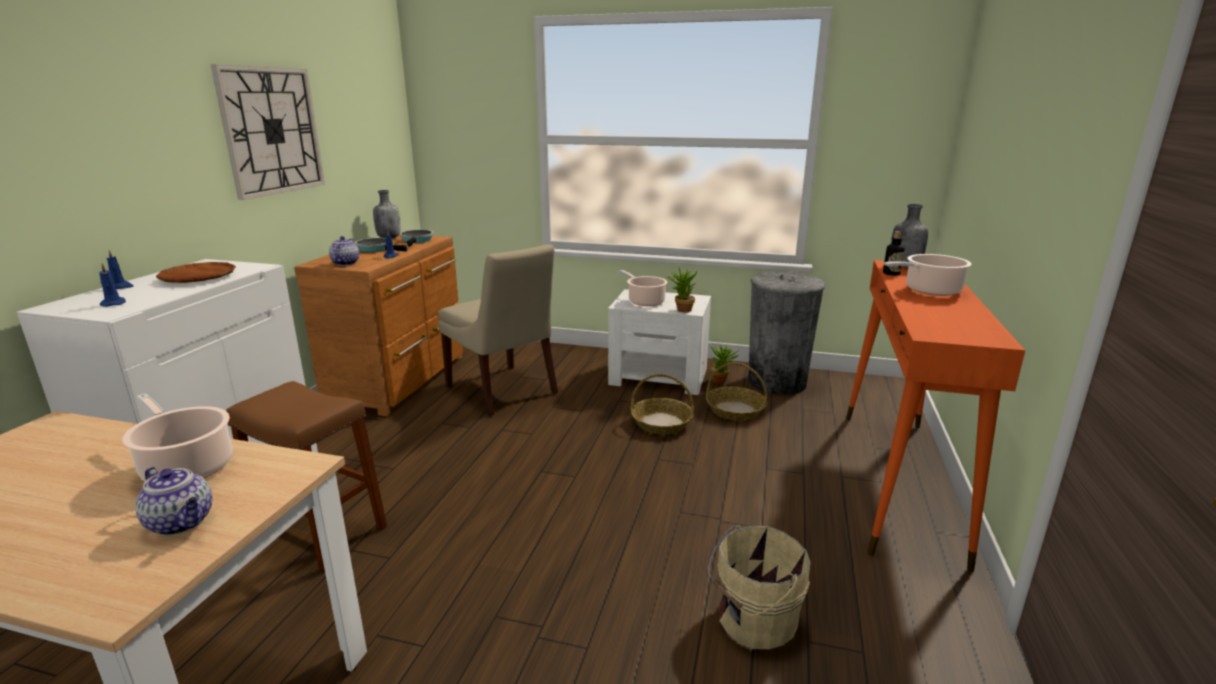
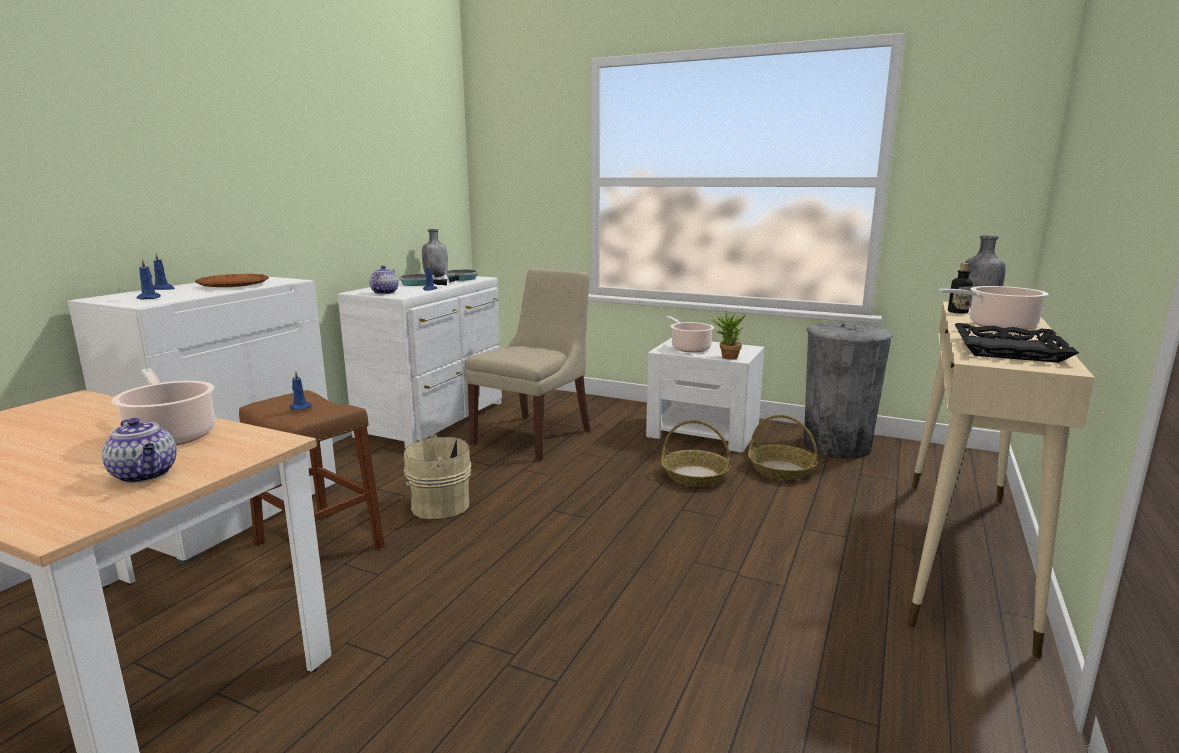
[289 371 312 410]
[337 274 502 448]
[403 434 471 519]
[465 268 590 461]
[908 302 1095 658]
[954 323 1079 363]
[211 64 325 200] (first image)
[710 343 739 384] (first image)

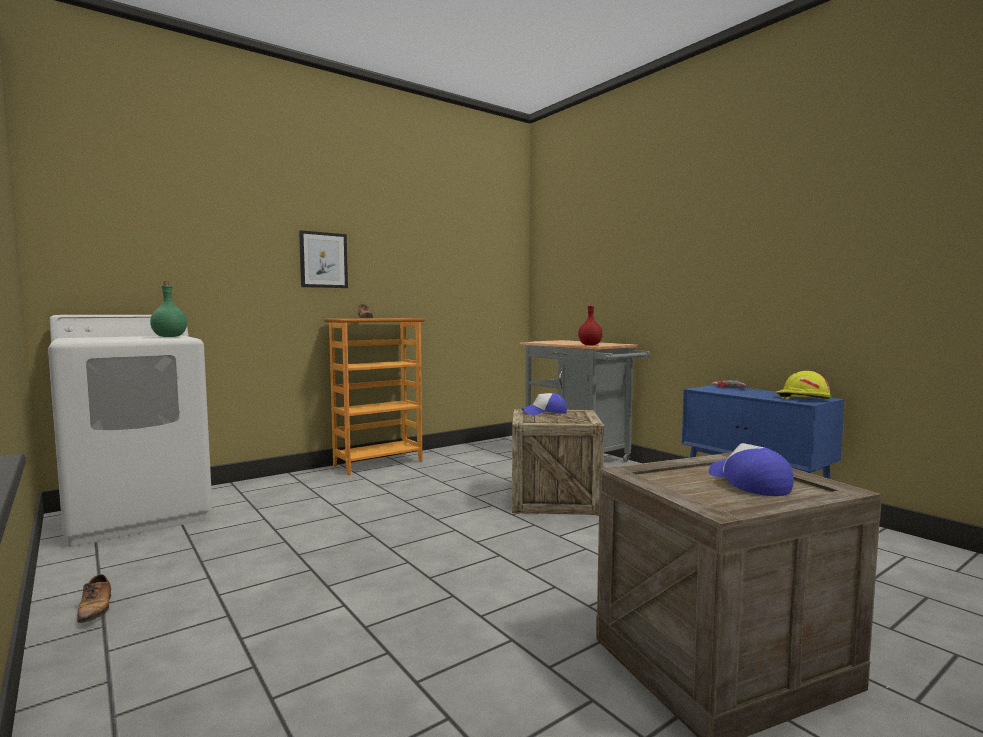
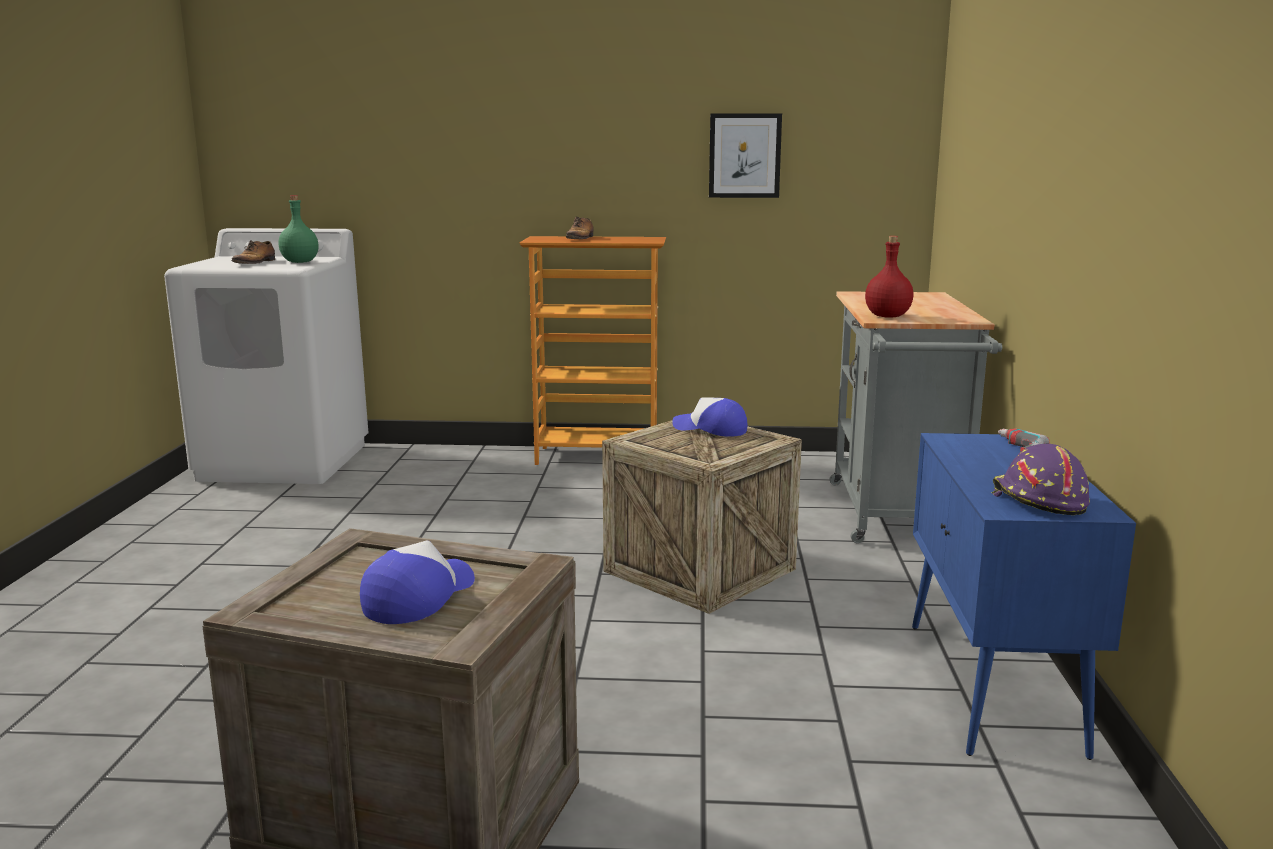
[231 240 275 264]
[709 113 782 198]
[992 444 1090 515]

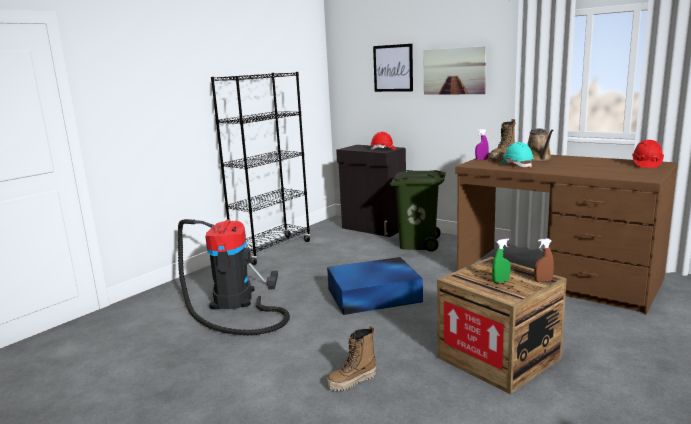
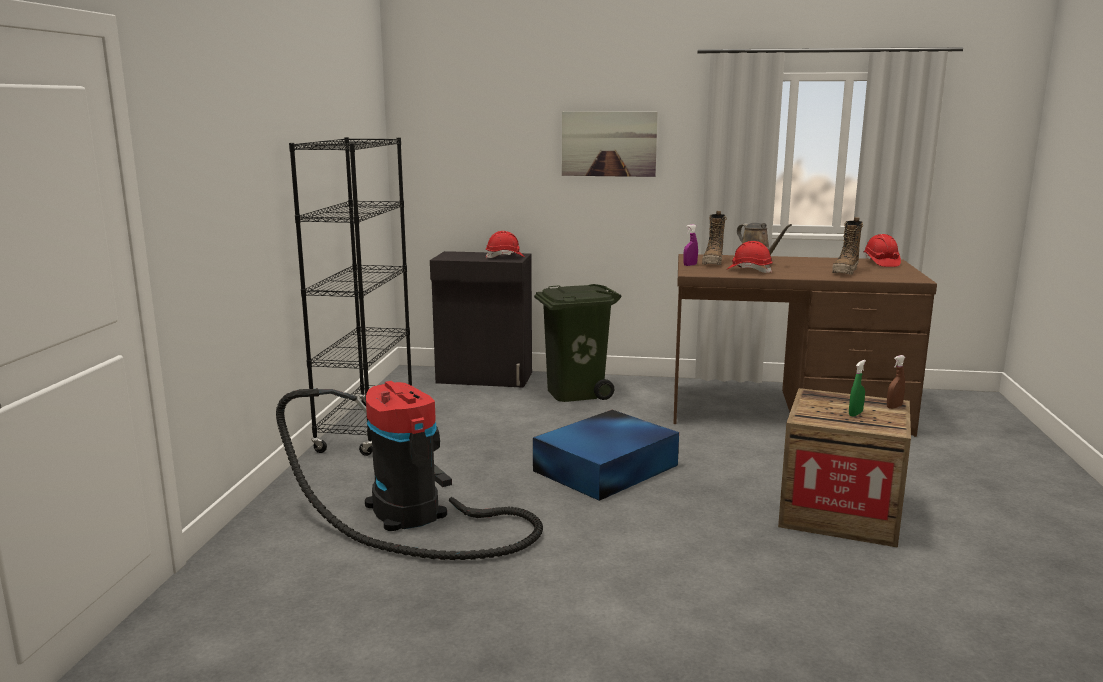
[727 241 773 273]
[832 217 863 275]
[373 44 413 92] (first image)

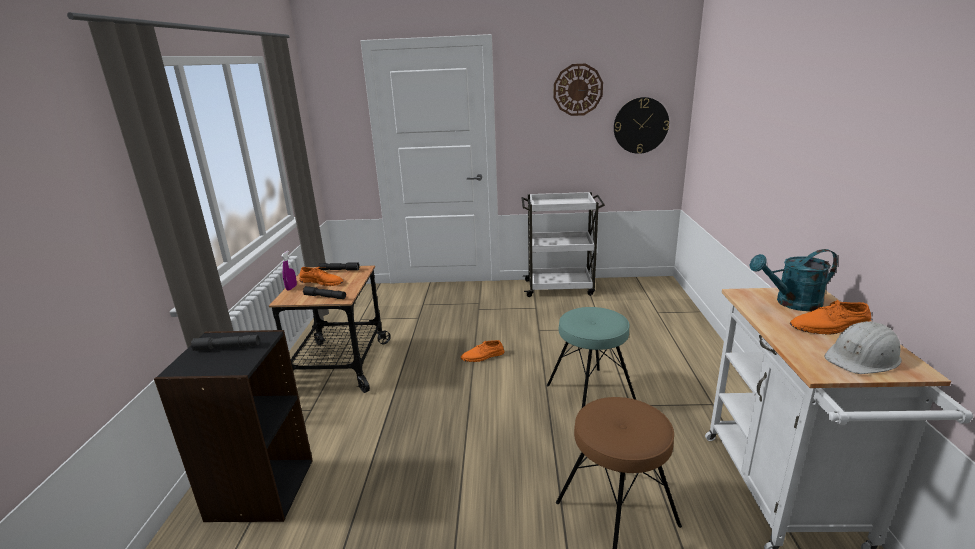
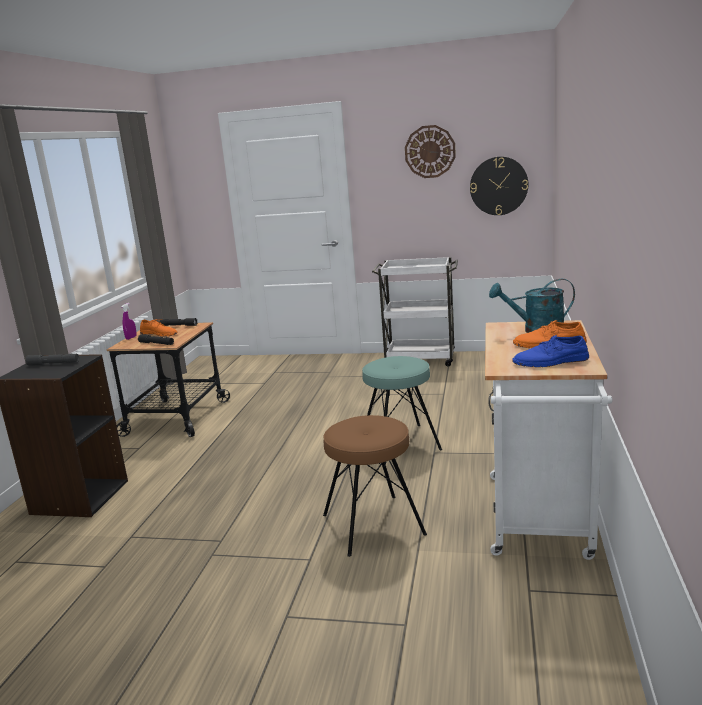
[512 335 589 367]
[461 340 504 362] (first image)

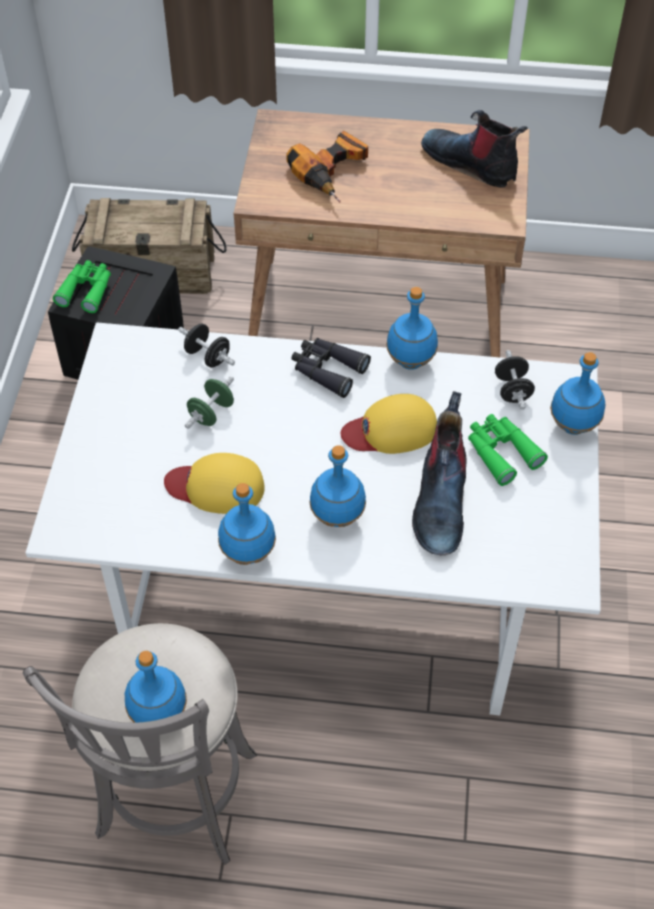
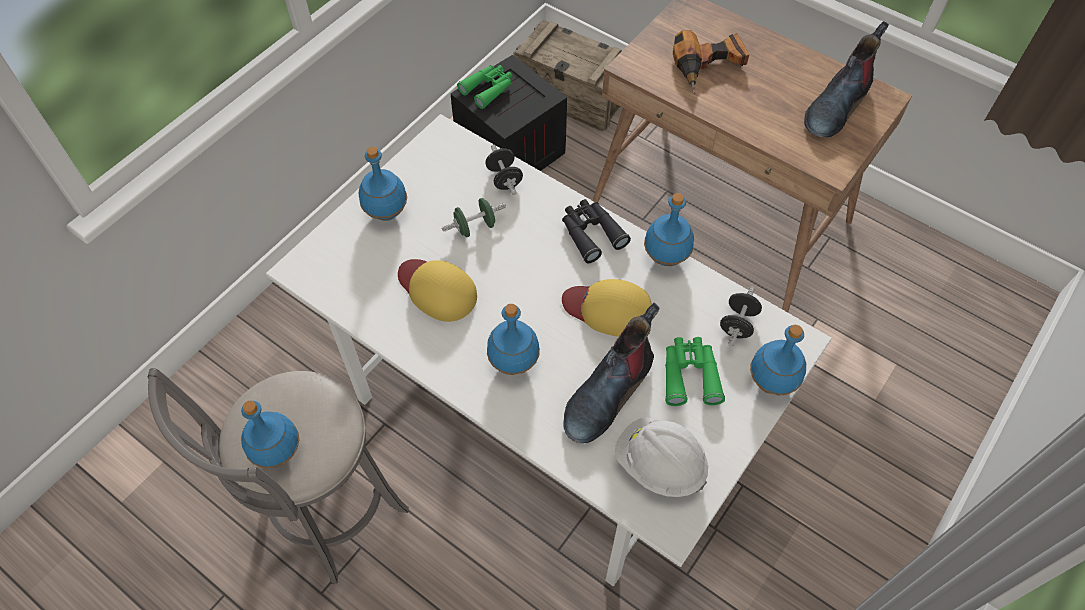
[359 147 407 221]
[615 417 708 497]
[804 21 889 137]

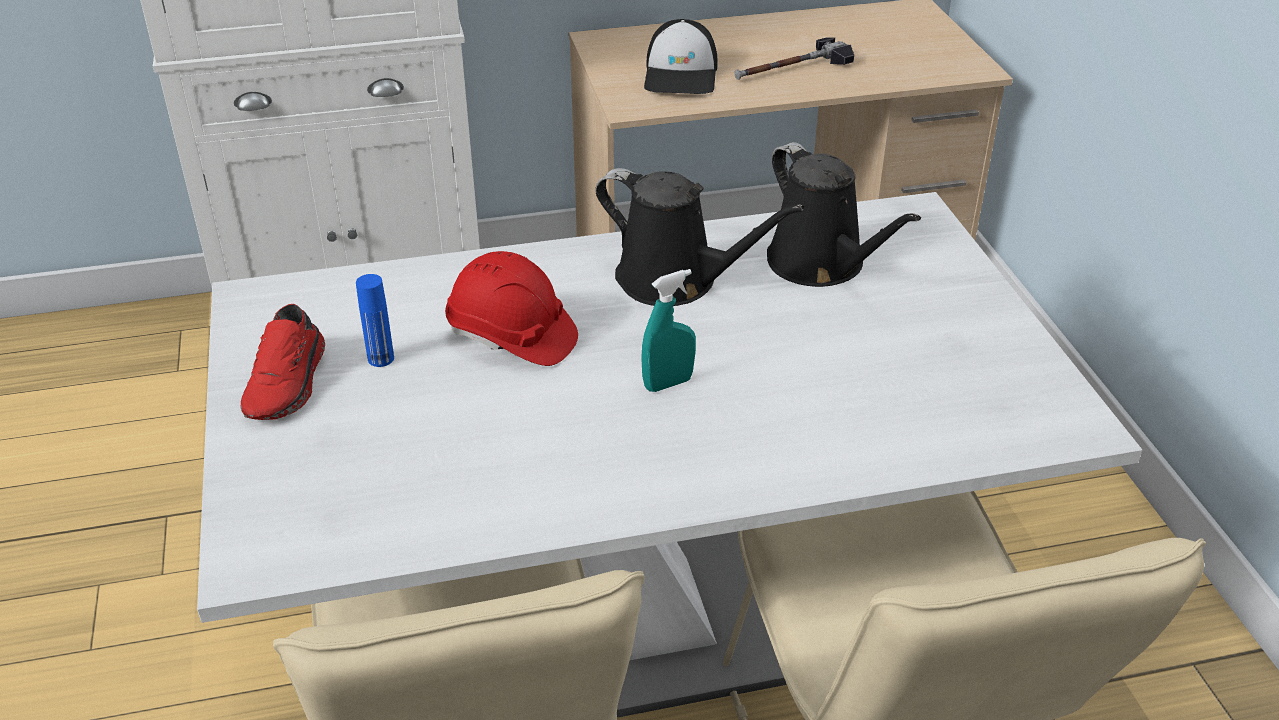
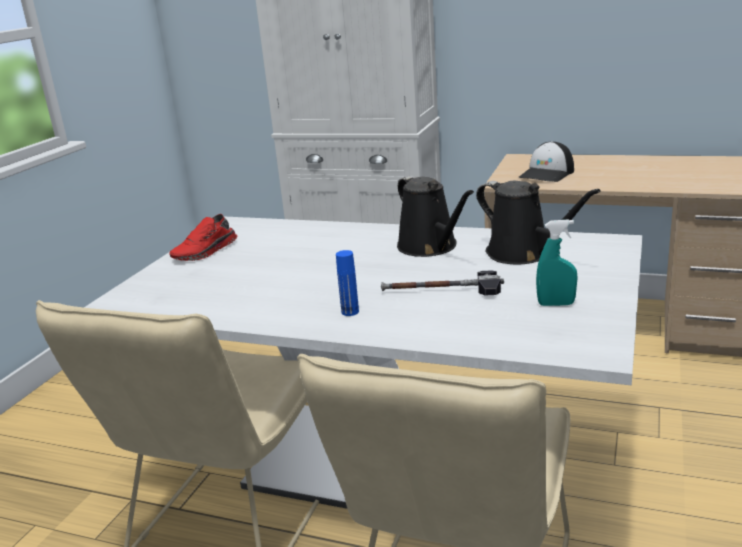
[336 250 359 316]
[381 270 504 296]
[476 181 601 265]
[536 219 578 306]
[445 251 578 366] (first image)

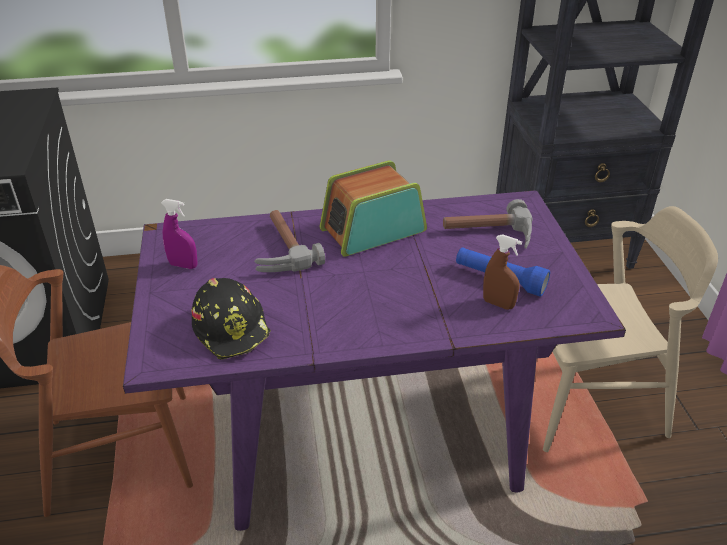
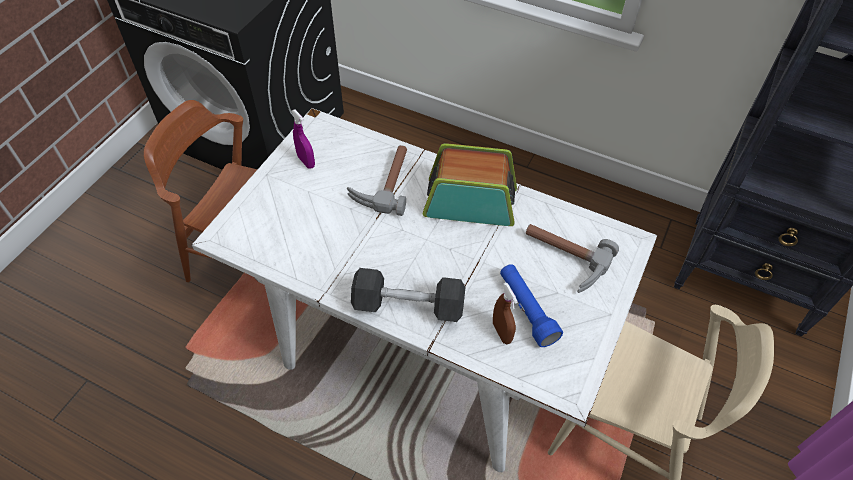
[192 108 658 472]
[351 268 465 322]
[192 278 271 360] (first image)

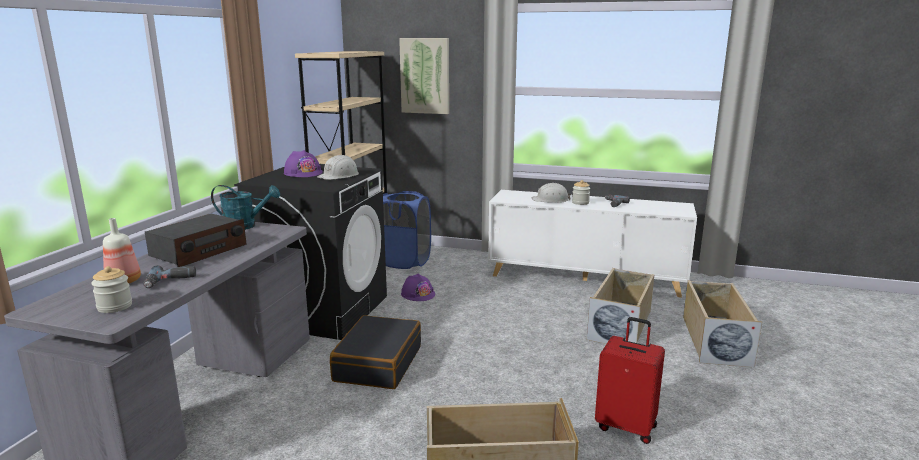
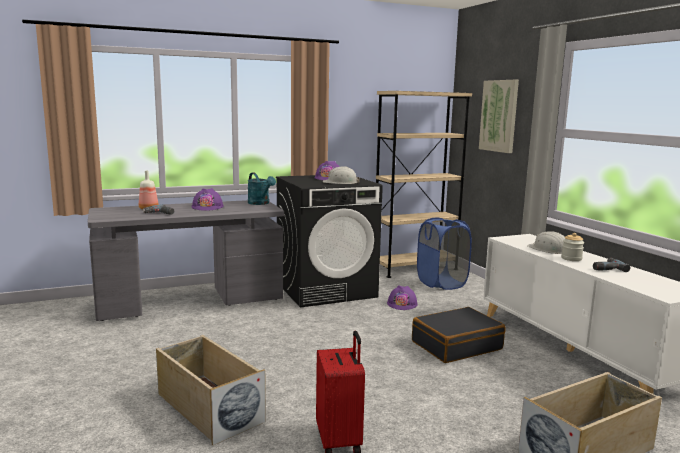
[192 188 224 211]
[412 307 505 363]
[91 266 132 313] (first image)
[587 268 654 344] (first image)

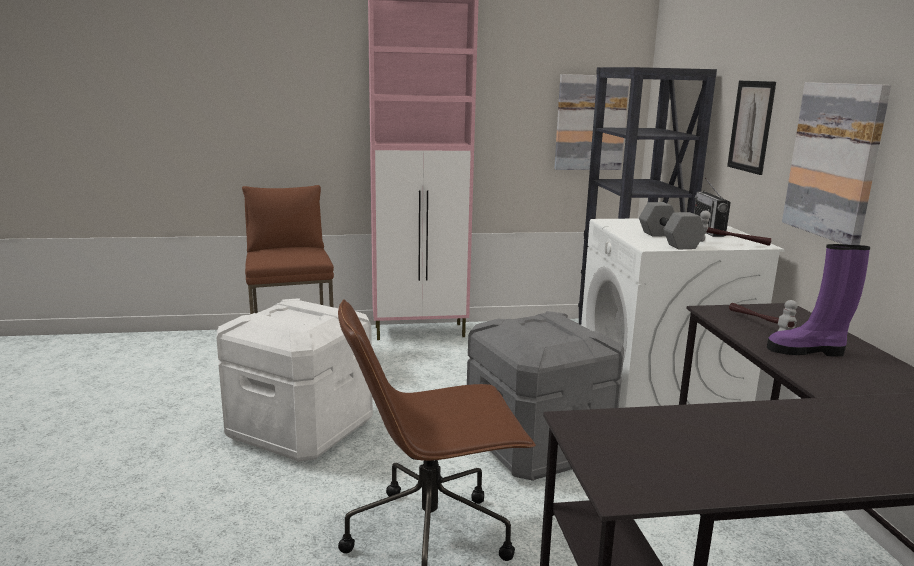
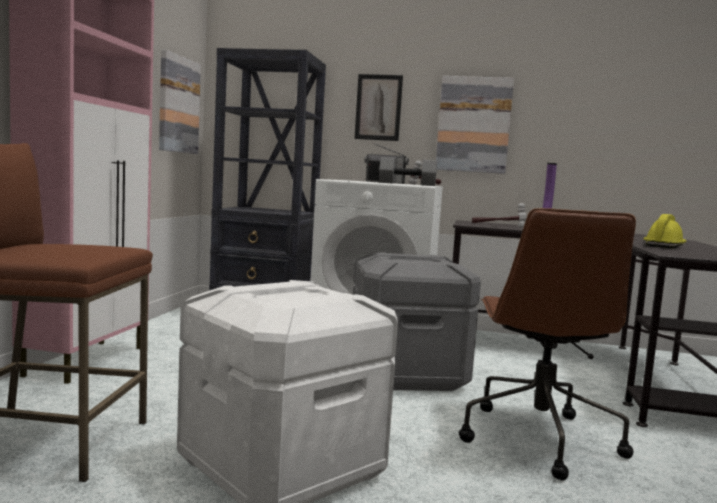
[643 214 686 248]

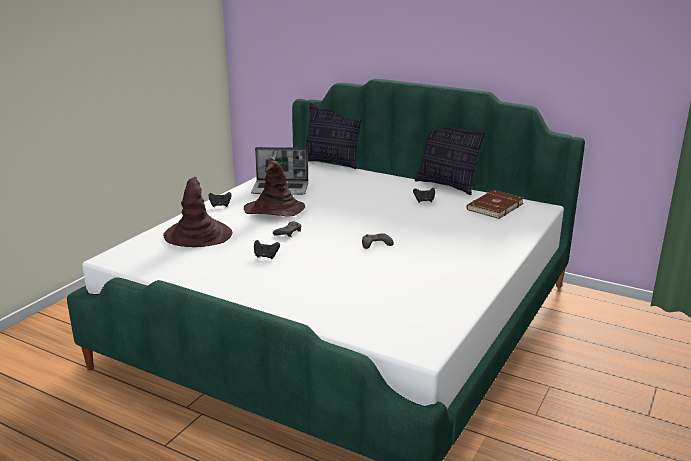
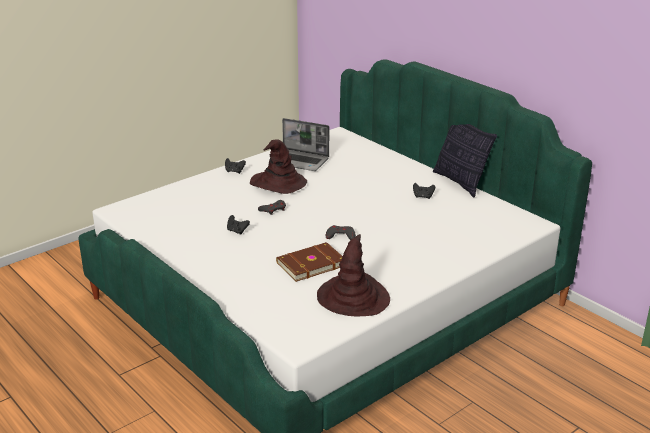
[276 242 343 282]
[317 234 390 316]
[305 103 361 169] (first image)

